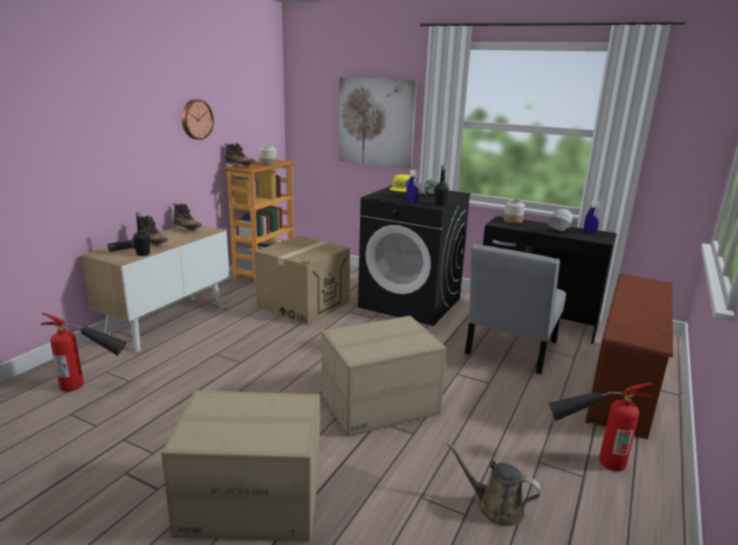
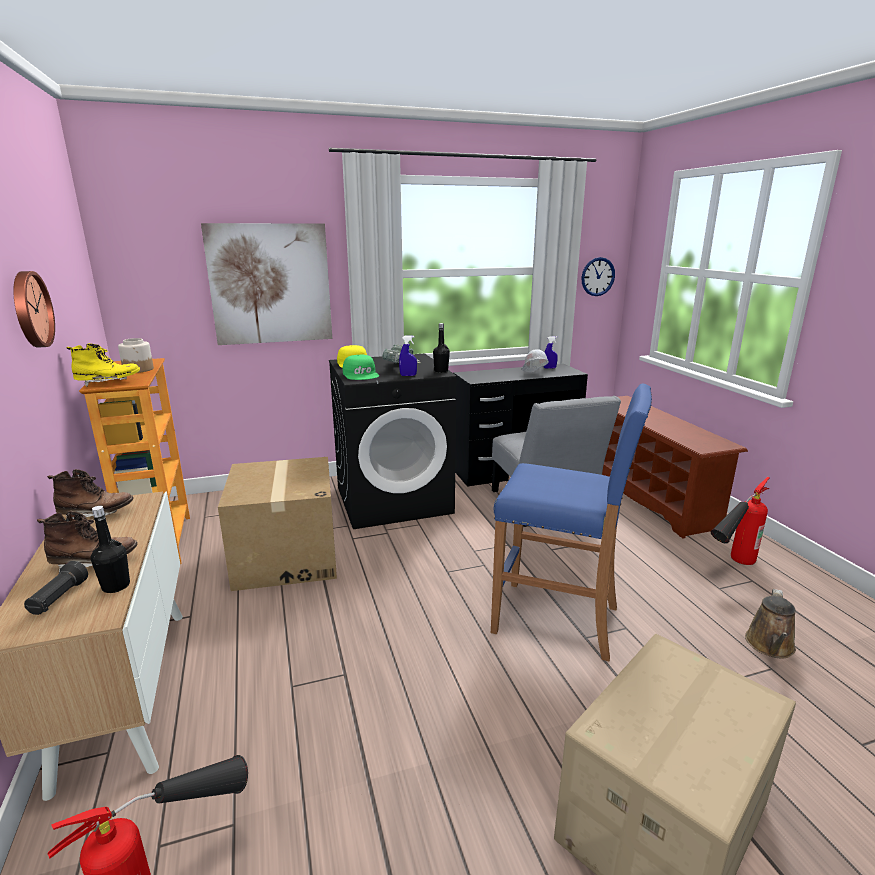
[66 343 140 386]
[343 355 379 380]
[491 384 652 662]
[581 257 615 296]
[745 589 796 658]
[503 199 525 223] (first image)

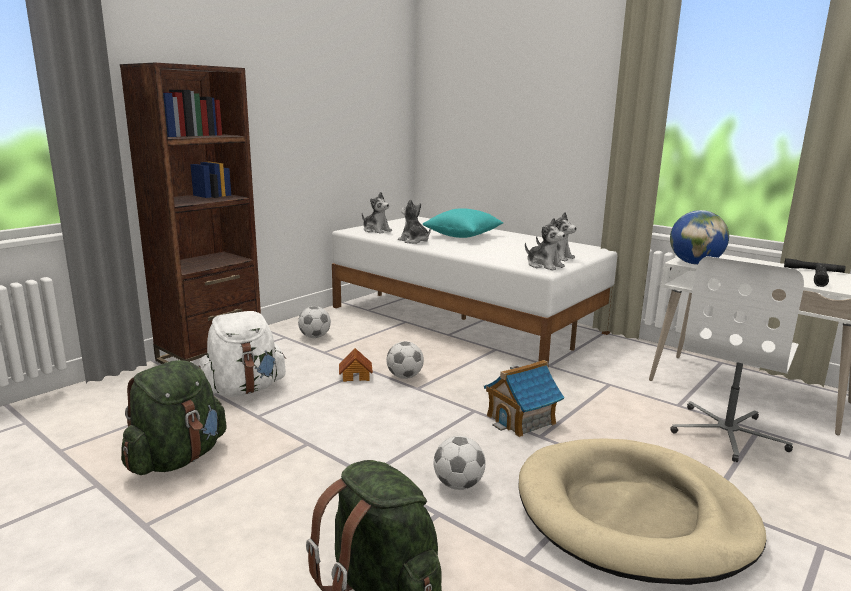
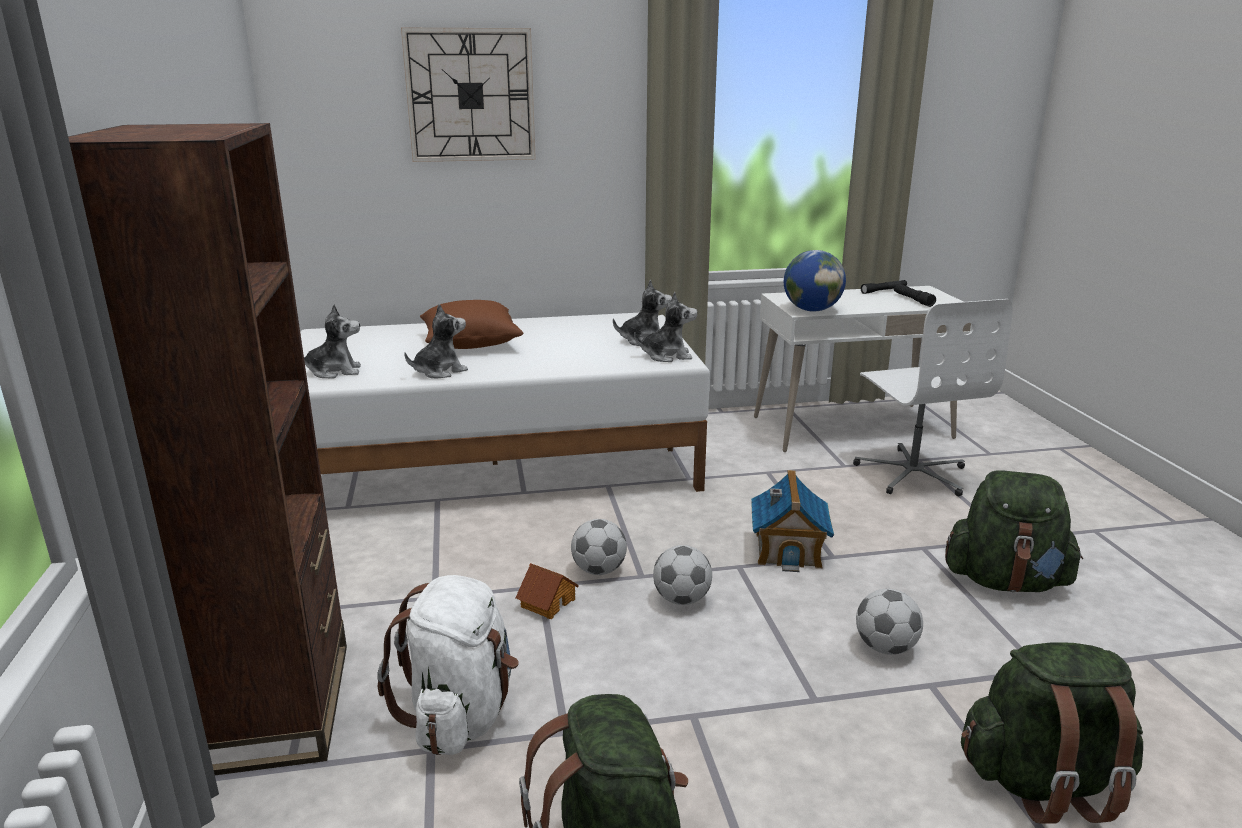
[401 28 536 162]
[404 304 468 379]
[420 300 523 349]
[653 545 712 605]
[945 471 1083 592]

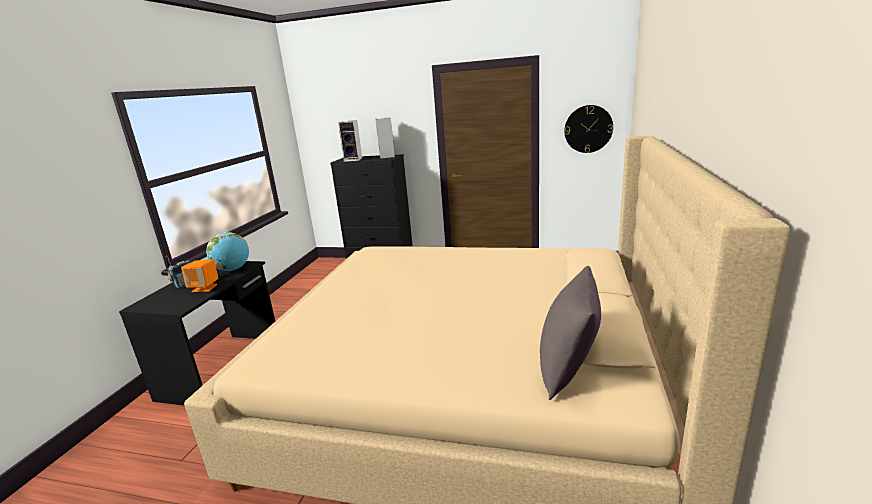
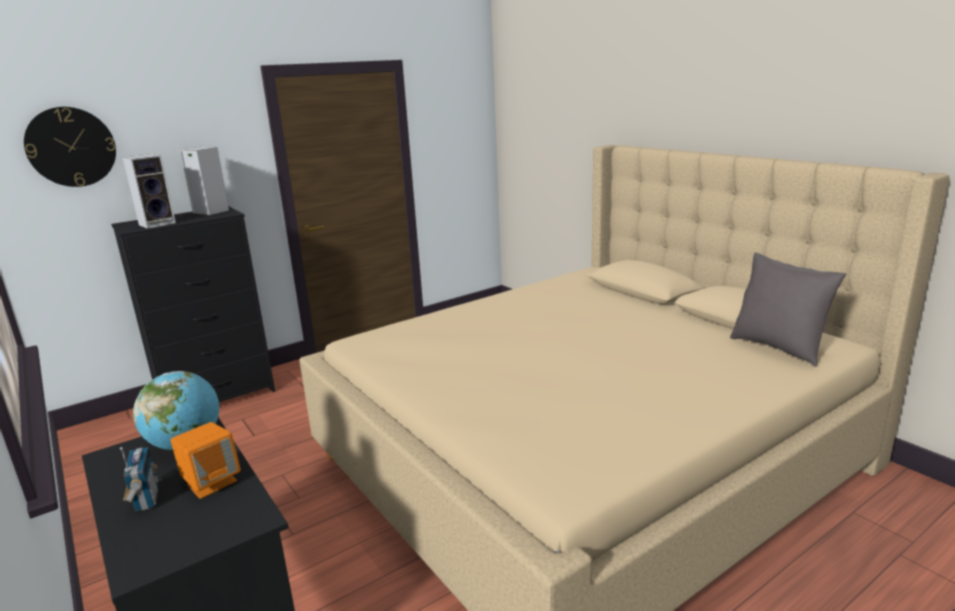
[24 107 116 187]

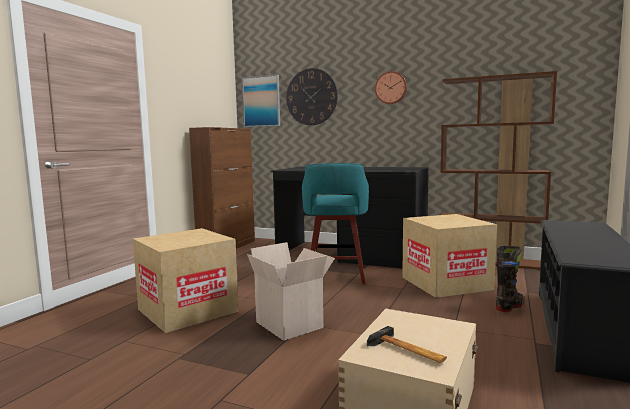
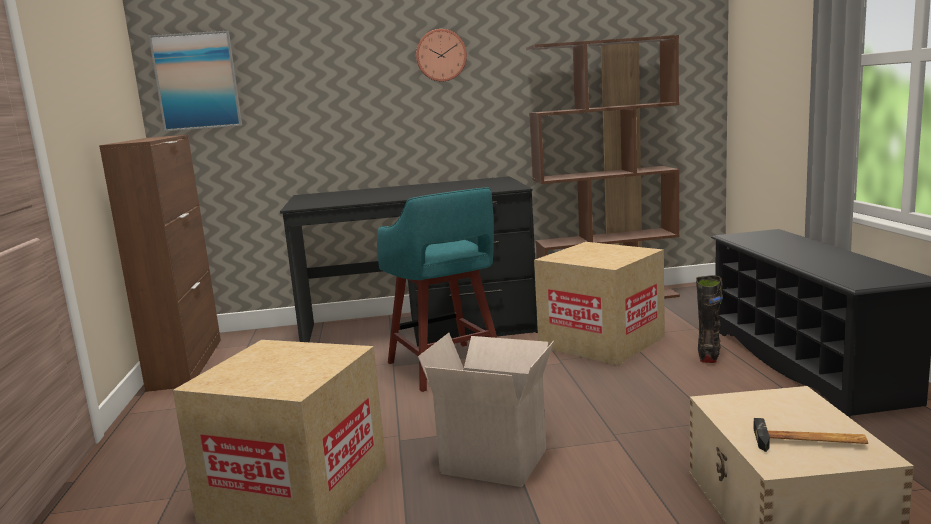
[286 68 338 125] (first image)

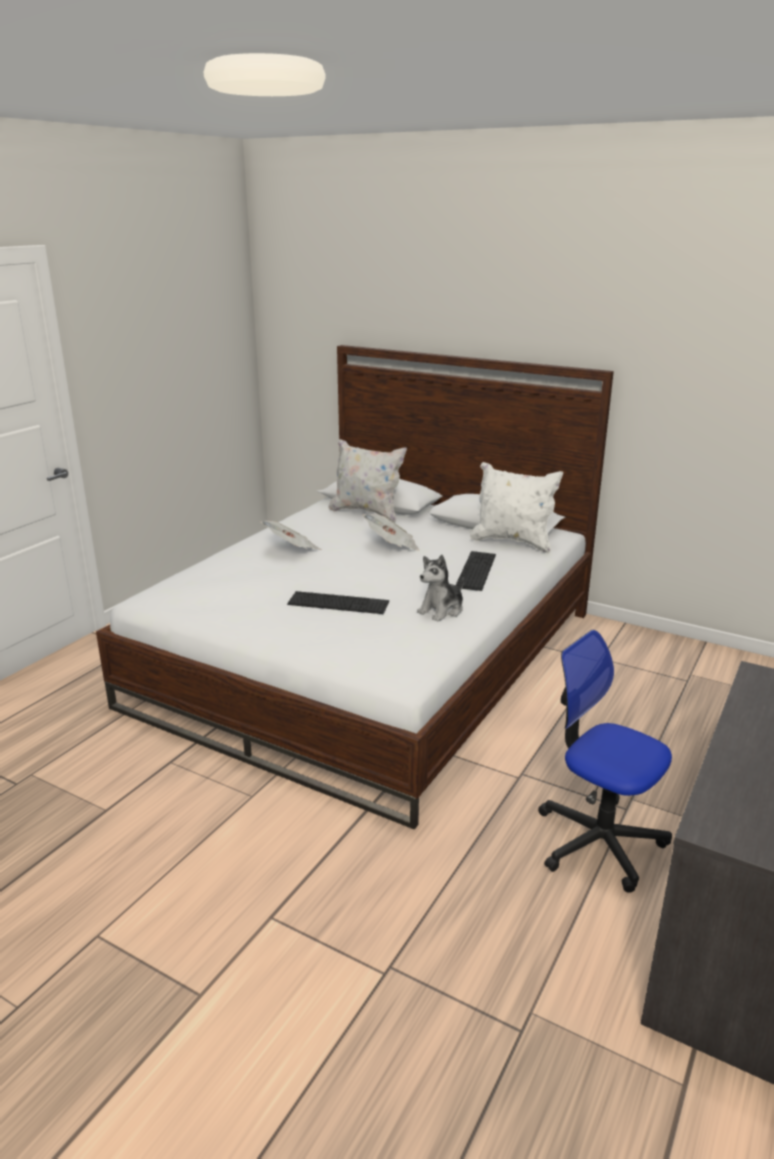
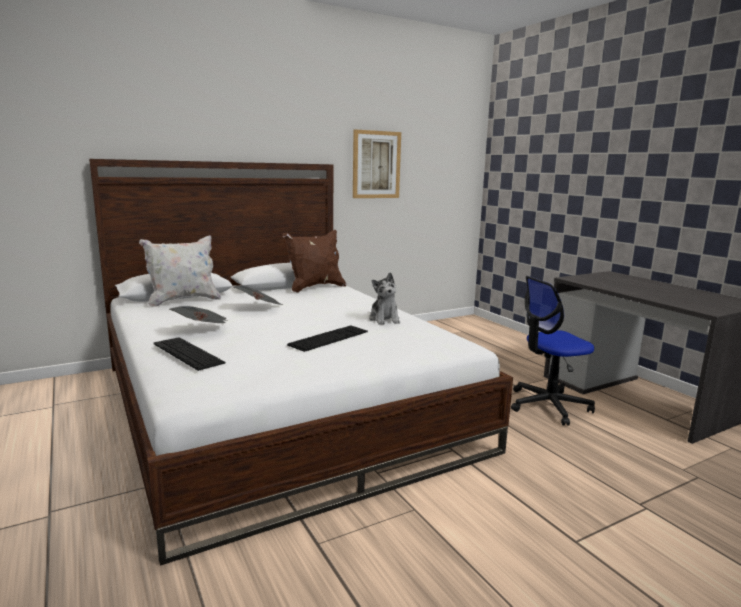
[154 337 225 371]
[282 230 346 292]
[353 129 401 198]

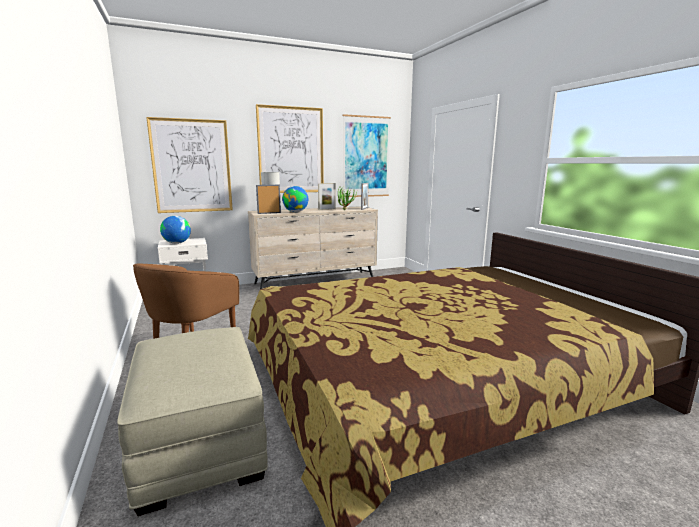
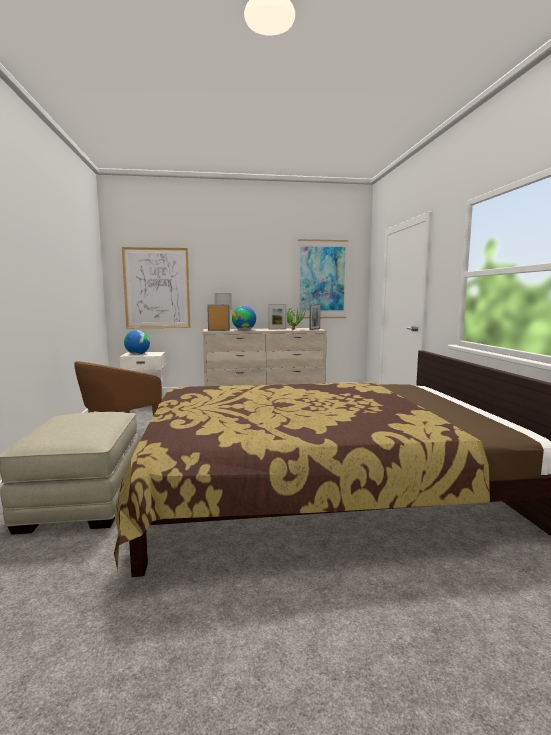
[256 104 324 193] (first image)

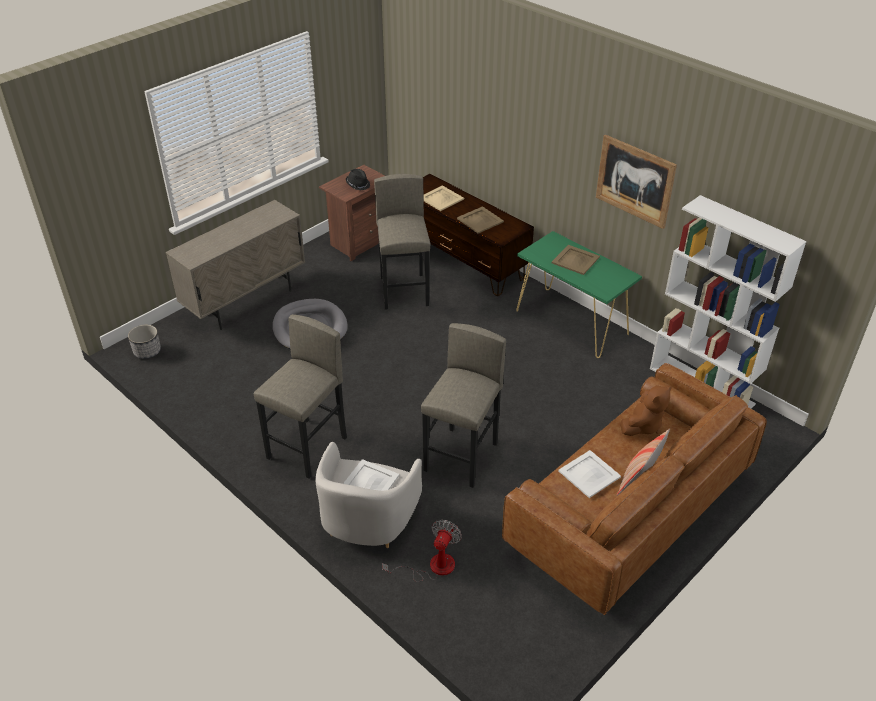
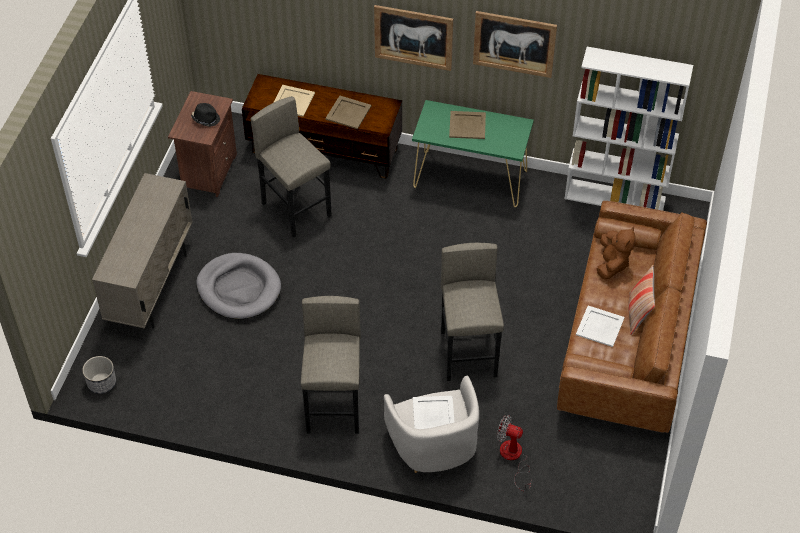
[374 5 453 71]
[497 415 532 491]

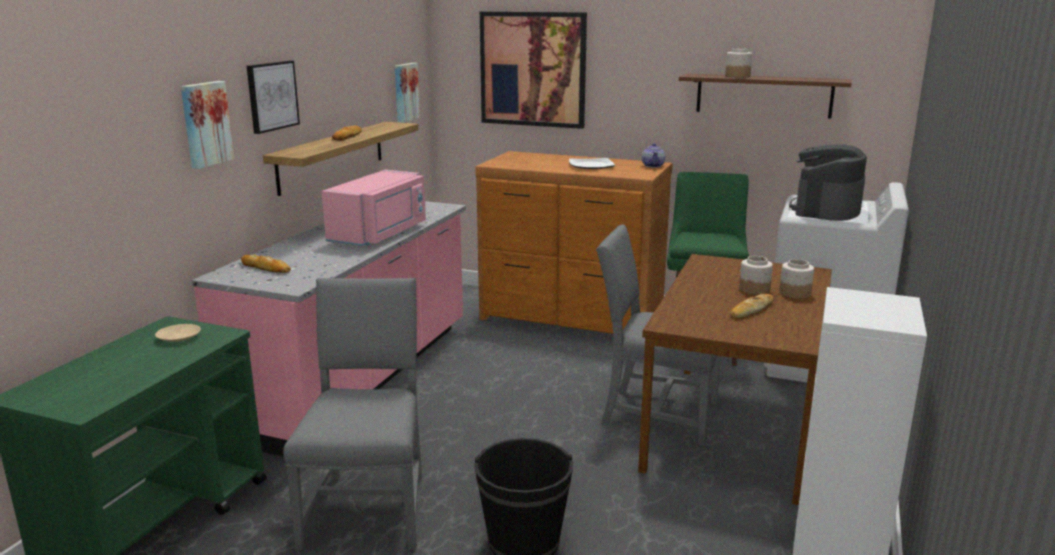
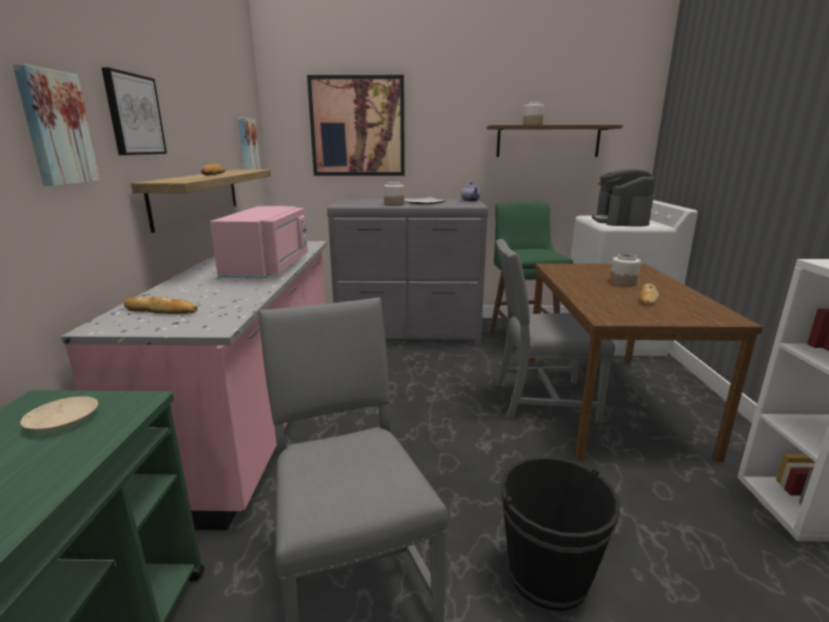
[327 199 488 344]
[384 182 404 206]

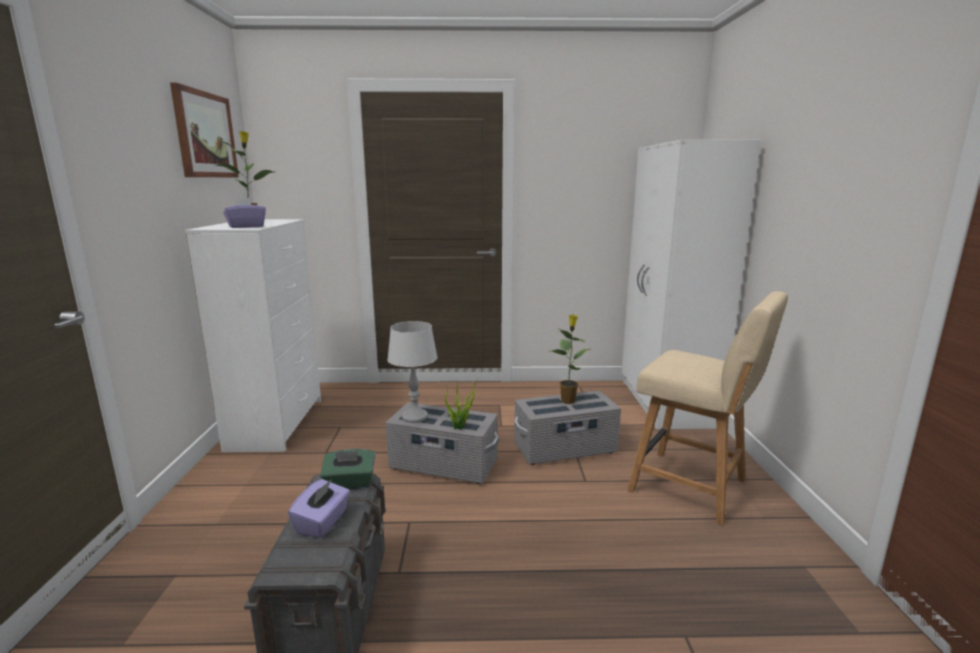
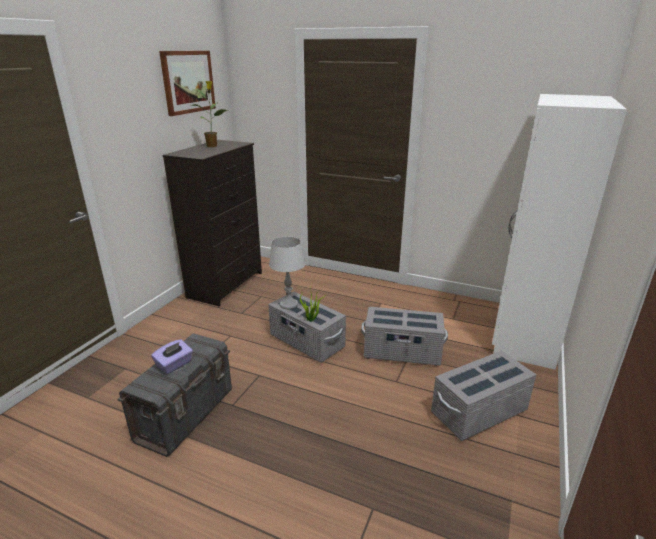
[162 140 262 306]
[431 351 536 441]
[223 197 266 228] (first image)
[320 449 375 489] (first image)
[548 315 589 404] (first image)

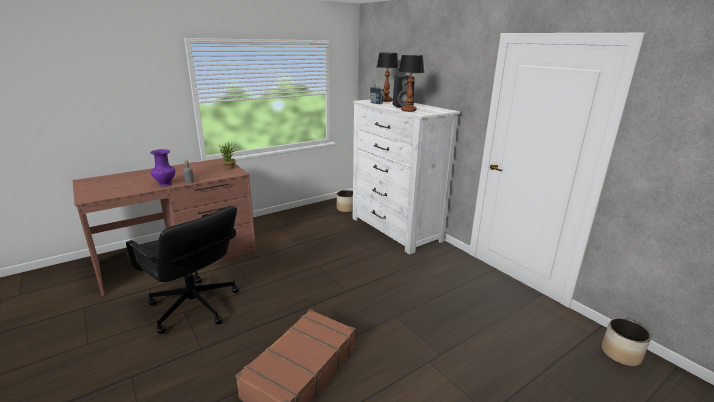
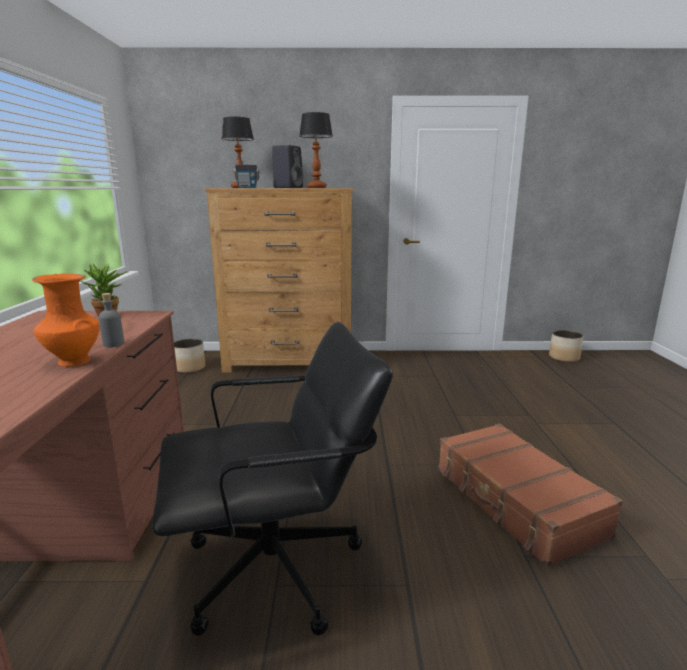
[32 274 99 367]
[205 188 354 373]

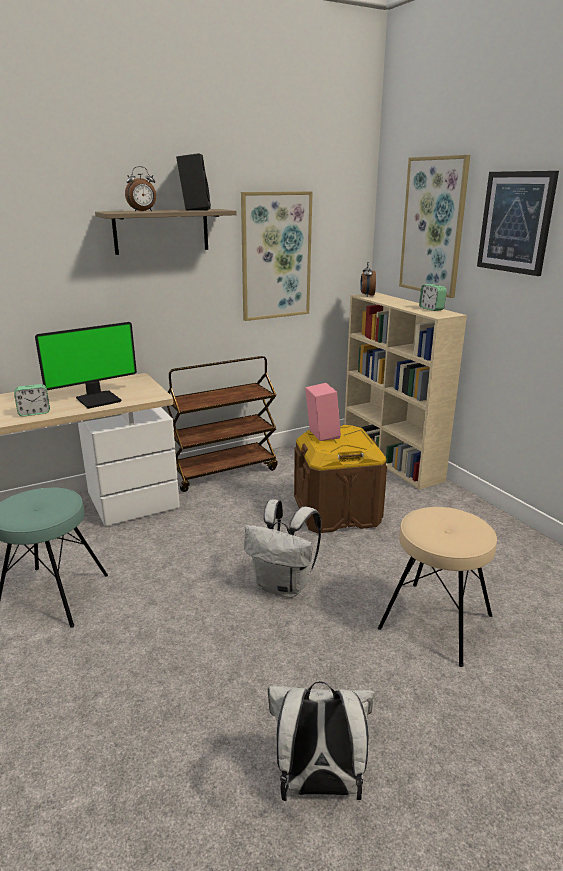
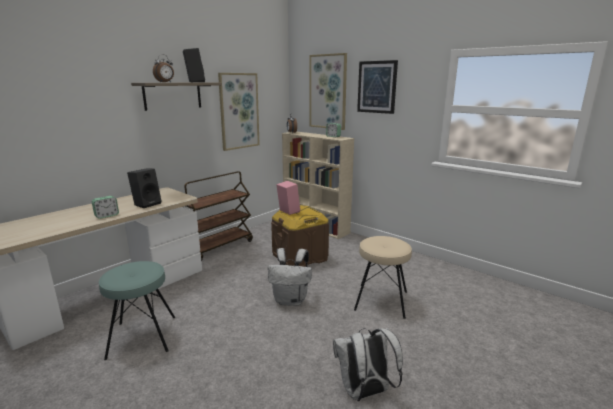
[127 169 161 208]

